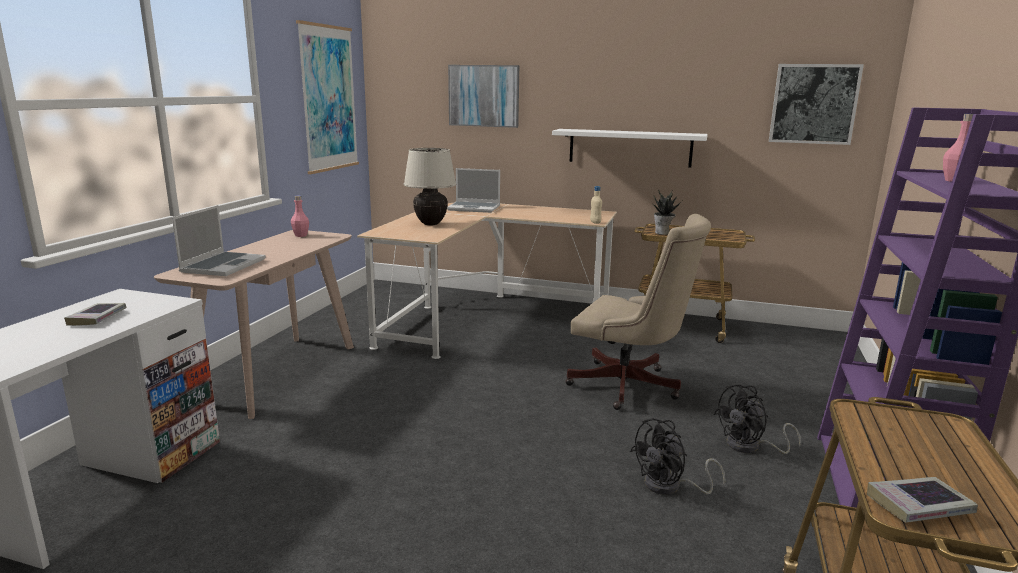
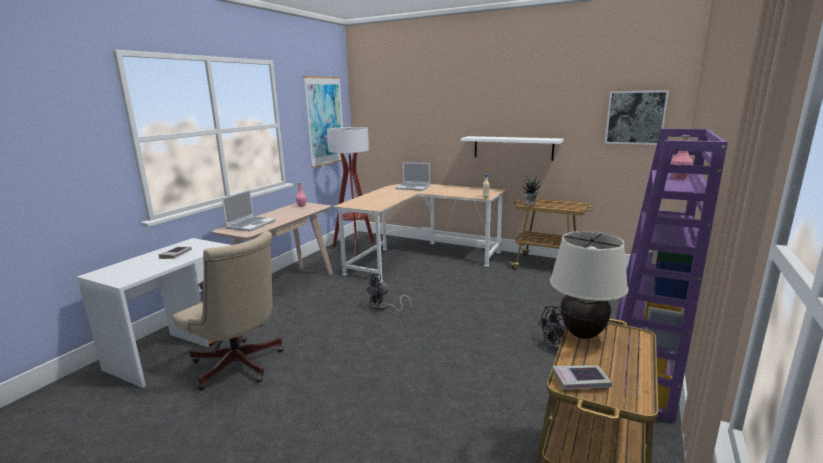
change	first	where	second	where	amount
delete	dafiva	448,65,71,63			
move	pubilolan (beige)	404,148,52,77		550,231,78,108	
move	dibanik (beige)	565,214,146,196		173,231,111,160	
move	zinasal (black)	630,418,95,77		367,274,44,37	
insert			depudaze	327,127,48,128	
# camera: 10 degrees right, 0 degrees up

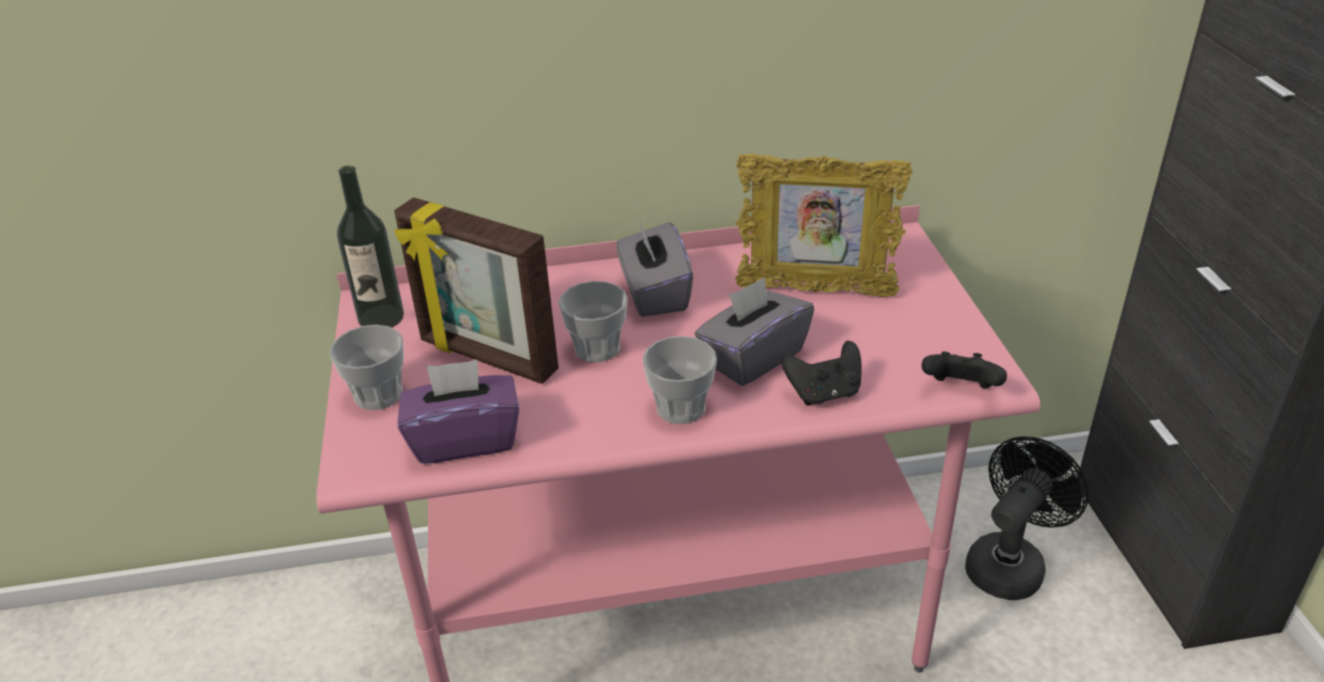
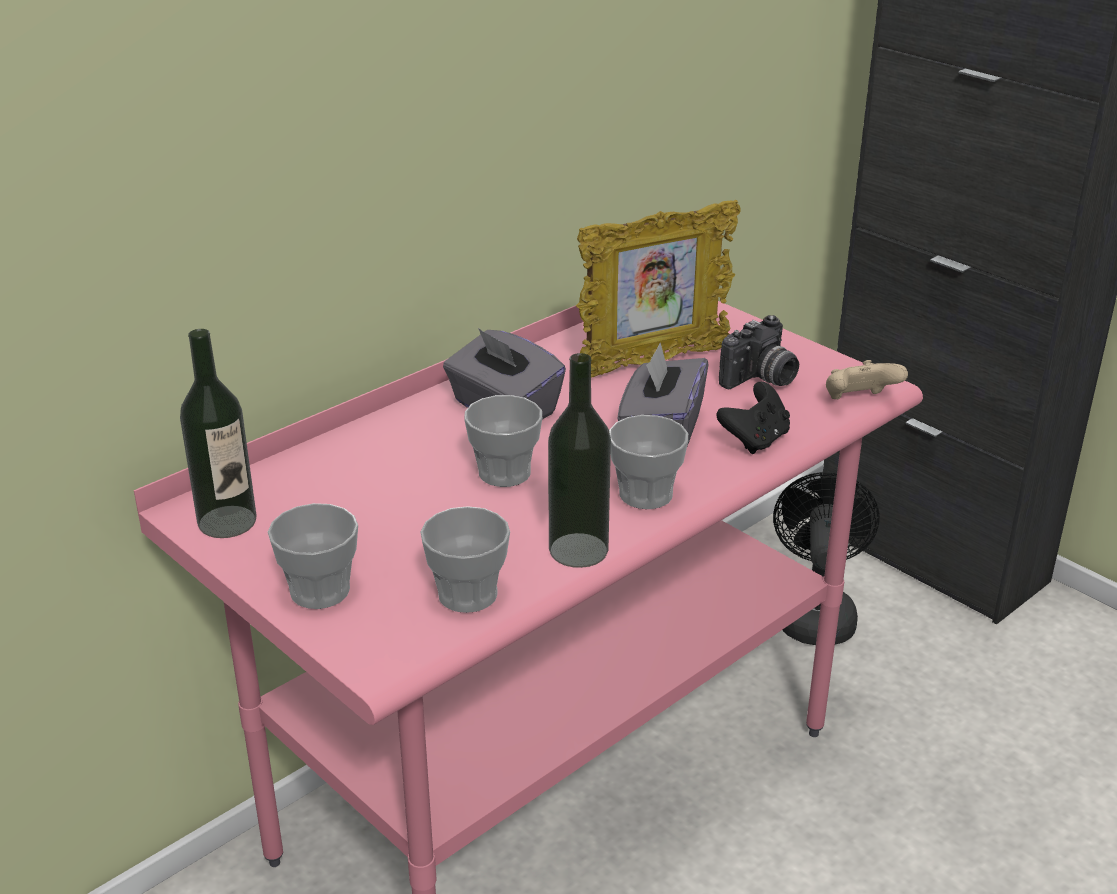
change	first	where	second	where	amount
delete	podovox	394,198,165,186			
recolor	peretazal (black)	921,352,86,37	peretazal (beige)	826,360,82,39	
replace	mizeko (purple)	397,360,122,104	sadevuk	420,506,90,107	
insert			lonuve	719,315,80,74	
insert			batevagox	548,353,63,215	
# camera: 35 degrees left, 5 degrees down

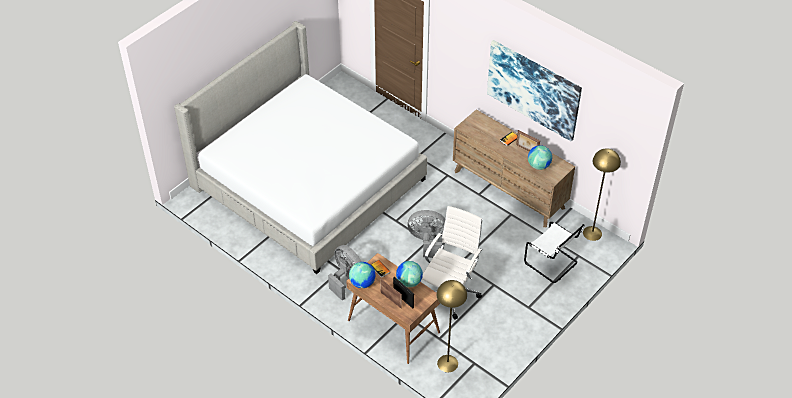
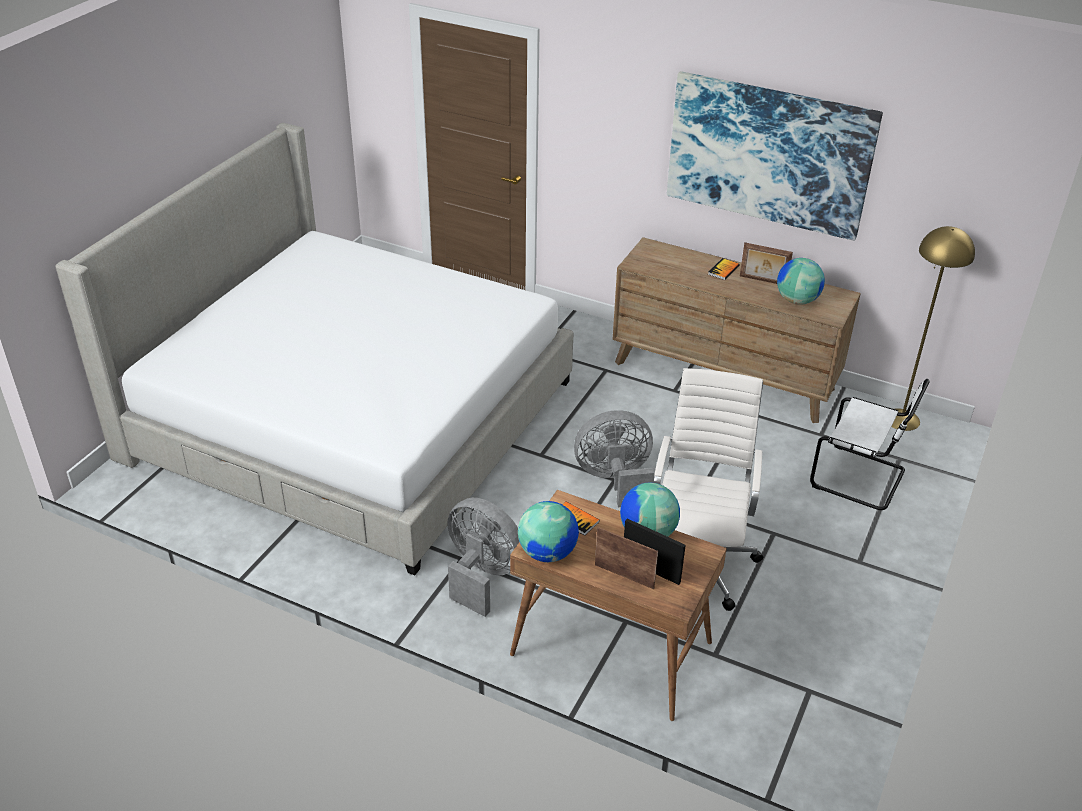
change	first	where	second	where	amount
delete	depudaze (yellow)	437,280,30,92			
# camera: 15 degrees left, 10 degrees down

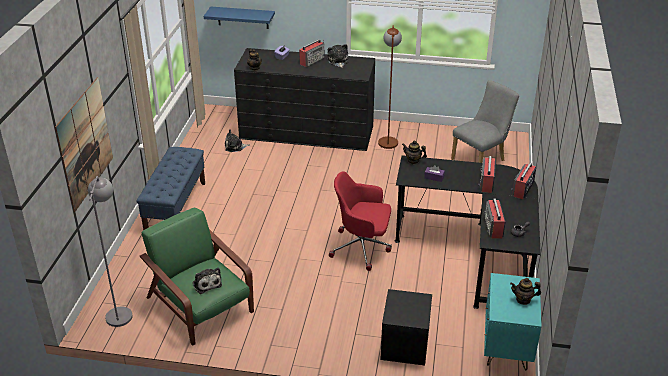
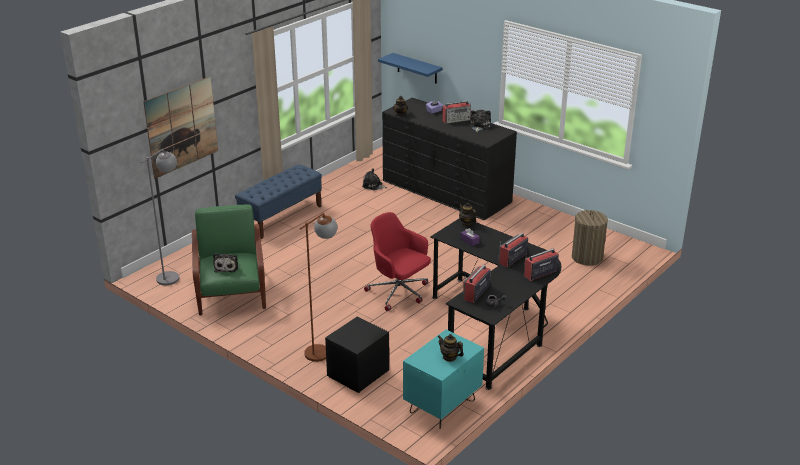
change	first	where	second	where	amount
move	depudaze (brown)	378,25,24,124		300,213,37,149	
replace	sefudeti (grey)	451,80,68,83	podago	572,210,36,56	
# camera: 30 degrees right, 5 degrees down

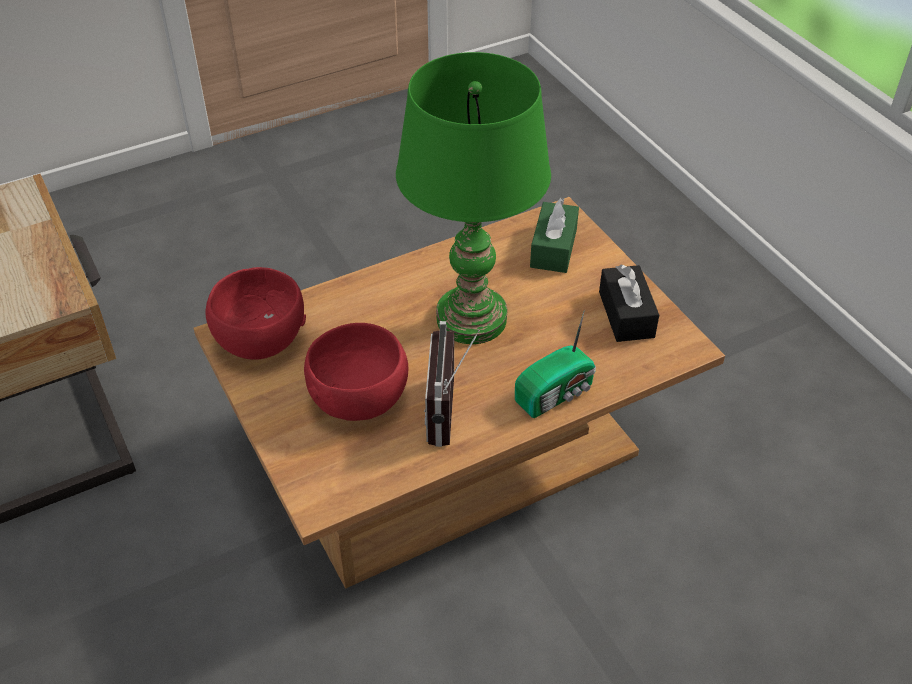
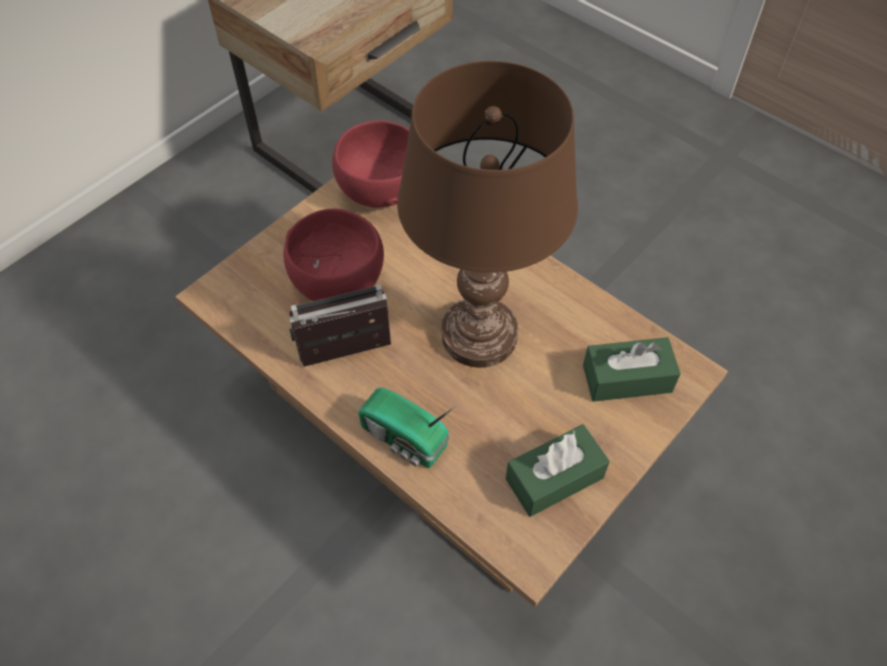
change	first	where	second	where	amount
recolor	pubilolan (green)	396,52,155,292	pubilolan (brown)	397,61,181,307	
recolor	mizeko (black)	599,265,60,77	mizeko (green)	506,424,104,93	
# camera: 70 degrees right, 10 degrees up

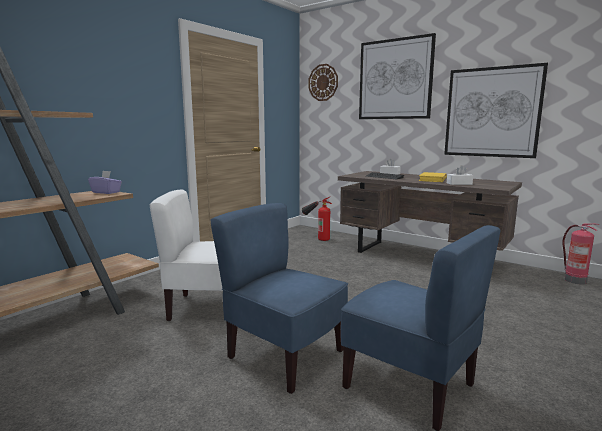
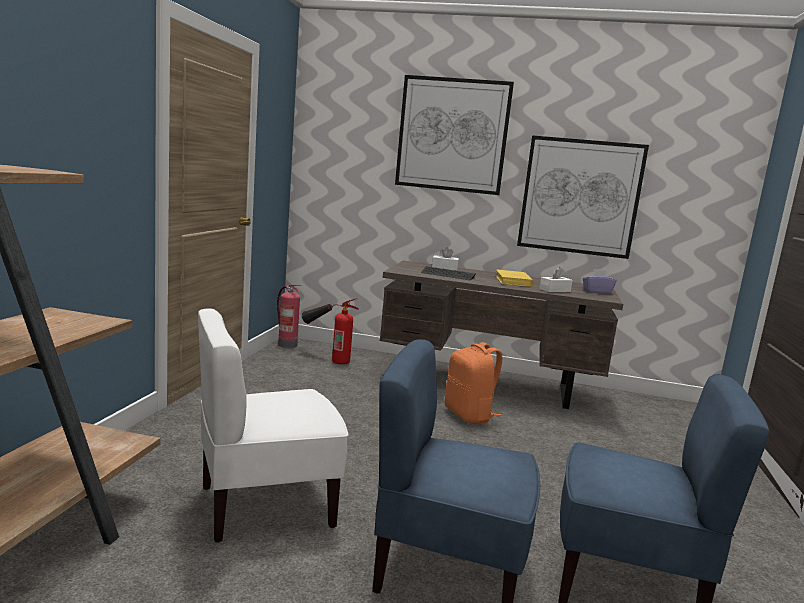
change	first	where	second	where	amount
delete	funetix	309,64,29,37			
move	mizeko (purple)	88,171,34,23		582,269,35,25	
move	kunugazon	562,224,38,61		277,285,24,63	
insert			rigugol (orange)	445,342,58,82	
# camera: 25 degrees left, 0 degrees up

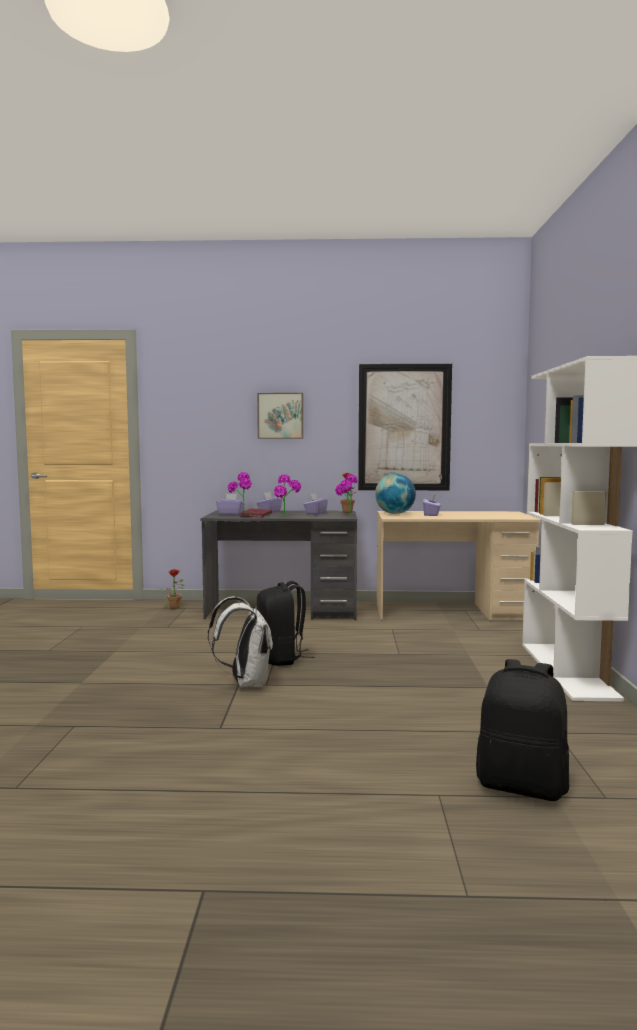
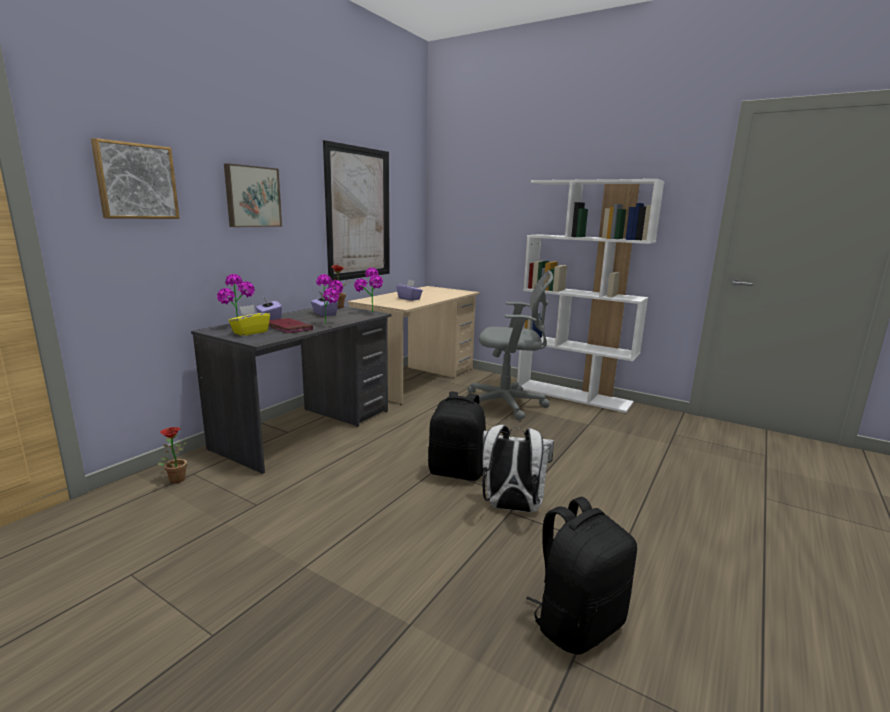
change	first	where	second	where	amount
delete	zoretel	375,473,41,41			
recolor	mizeko (purple)	216,494,29,21	mizeko (yellow)	228,305,42,31	
move	rigugol (black)	476,659,93,142		526,497,111,158	
insert			dafiva	91,138,89,81	
insert			dibanik (grey)	468,270,85,150	
# camera: 60 degrees left, 10 degrees up

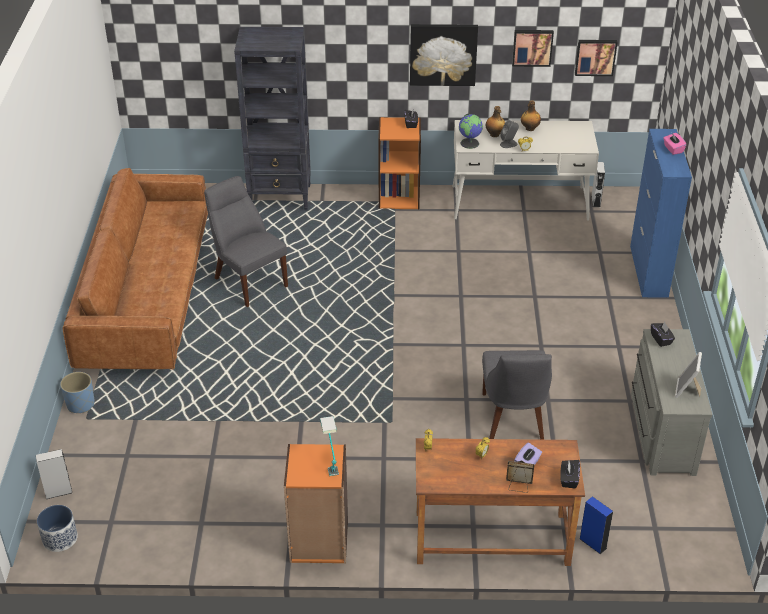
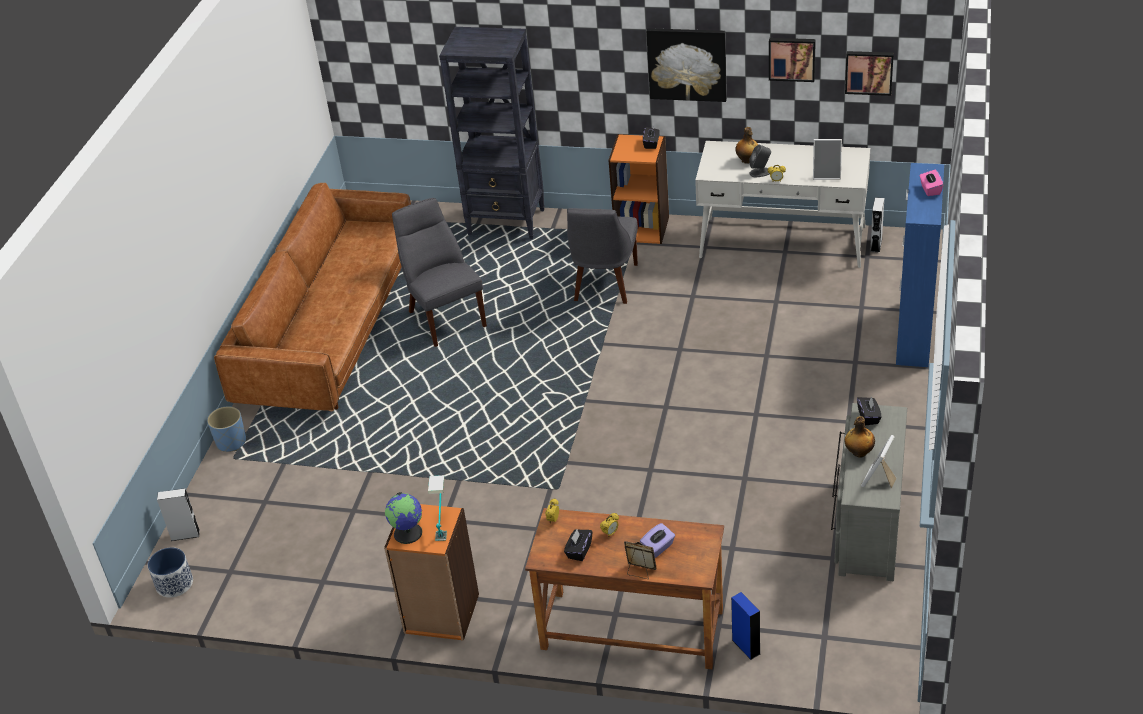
change	first	where	second	where	amount
move	batevagox	521,100,20,31		845,416,30,41	
move	zoretel	459,114,24,35		385,492,37,52	
move	sefudeti (grey)	482,350,70,90		567,208,71,96	
move	mizeko (black)	560,460,20,28		564,529,28,32	
insert			podovox	813,139,29,41	
# camera: 15 degrees right, 0 degrees up

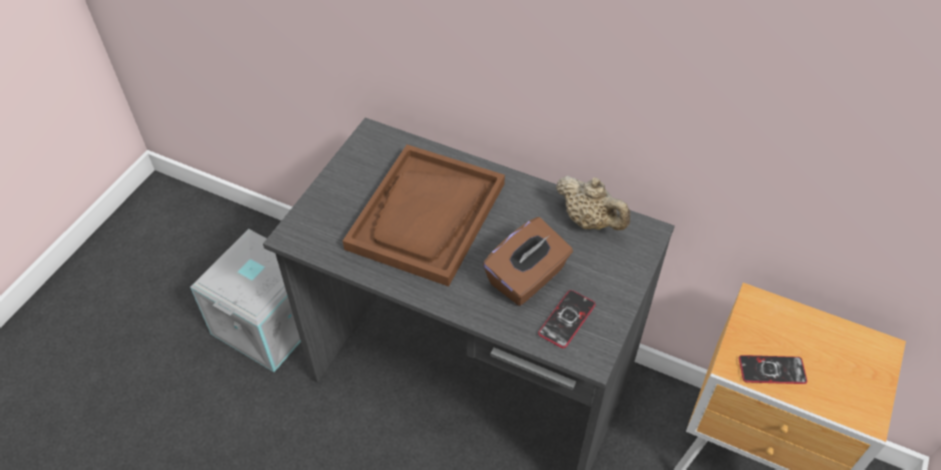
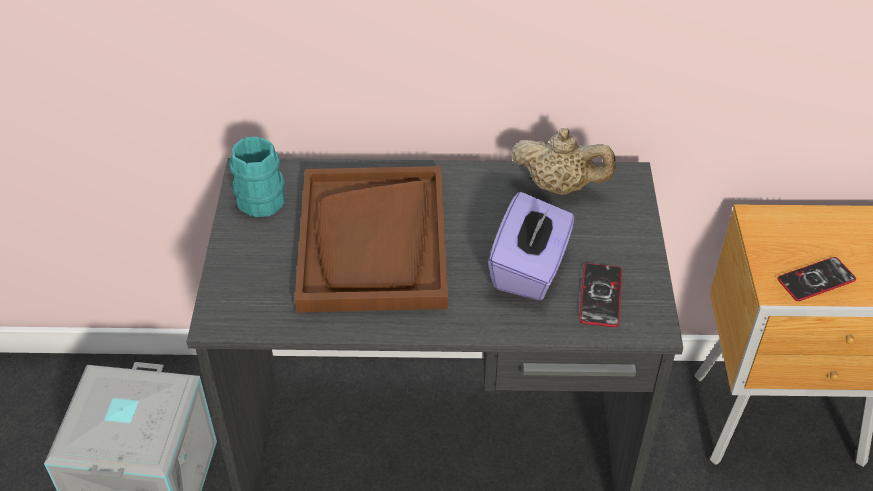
change	first	where	second	where	amount
recolor	mizeko (brown)	483,217,90,89	mizeko (purple)	488,192,86,108	
insert			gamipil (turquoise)	229,137,56,80	
# camera: 25 degrees left, 5 degrees down

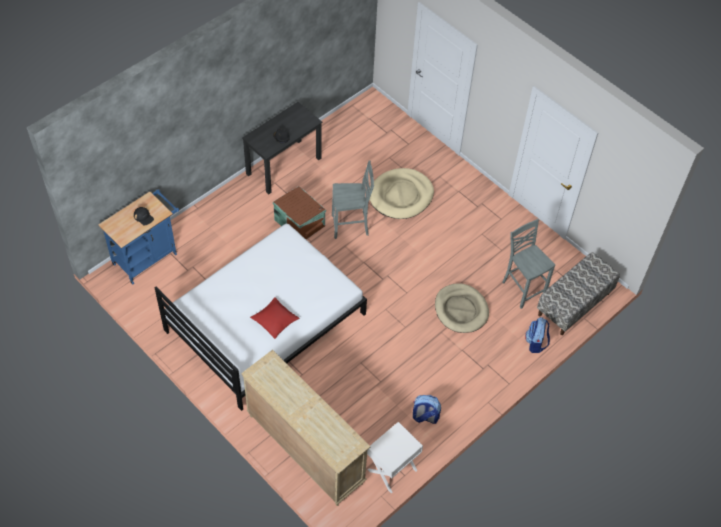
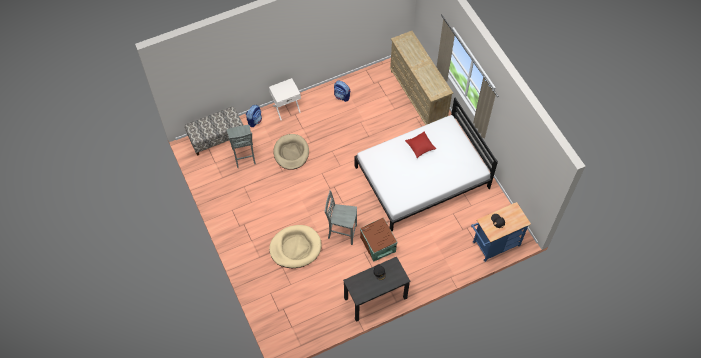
change	first	where	second	where	amount
move	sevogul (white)	367,422,56,71		269,78,32,42	
# camera: 160 degrees left, 5 degrees up

